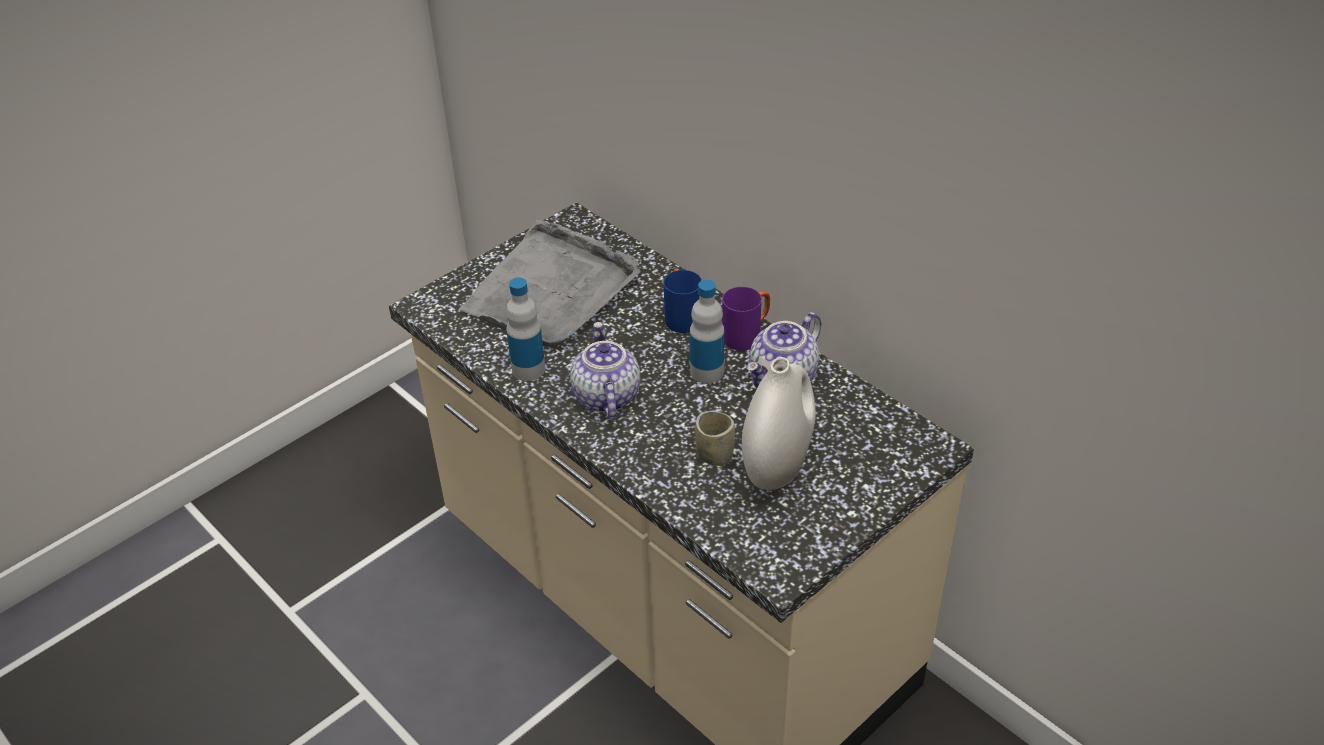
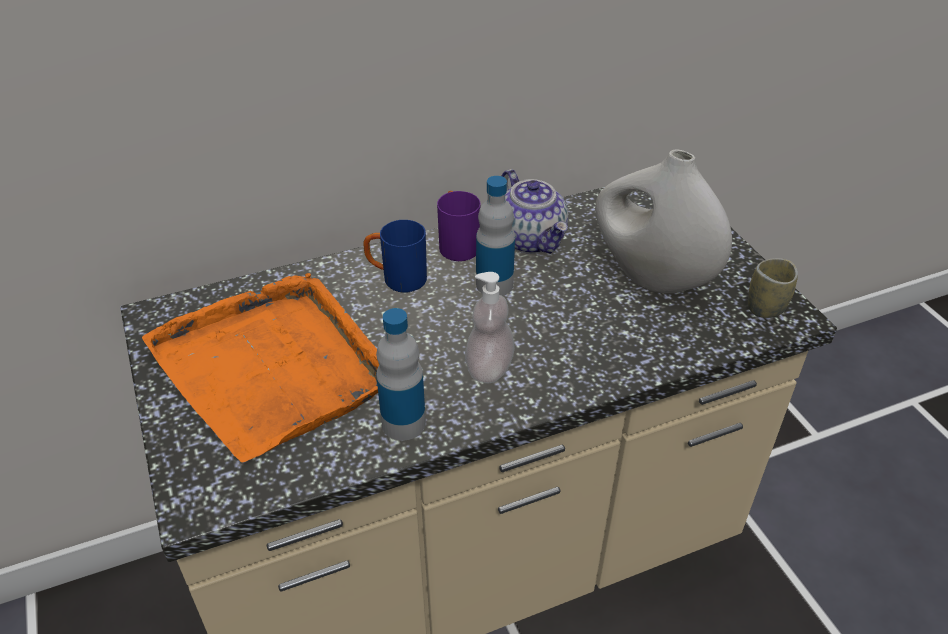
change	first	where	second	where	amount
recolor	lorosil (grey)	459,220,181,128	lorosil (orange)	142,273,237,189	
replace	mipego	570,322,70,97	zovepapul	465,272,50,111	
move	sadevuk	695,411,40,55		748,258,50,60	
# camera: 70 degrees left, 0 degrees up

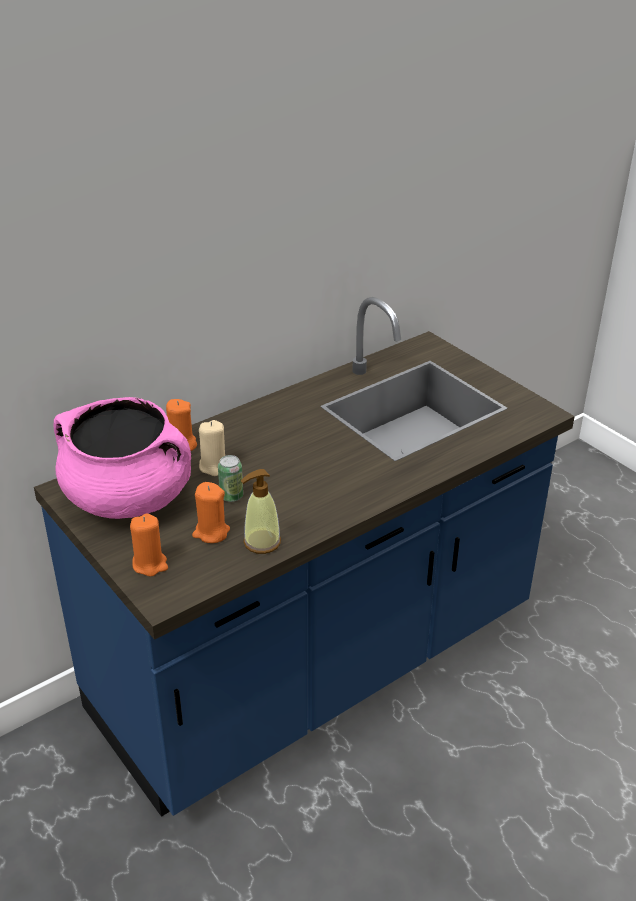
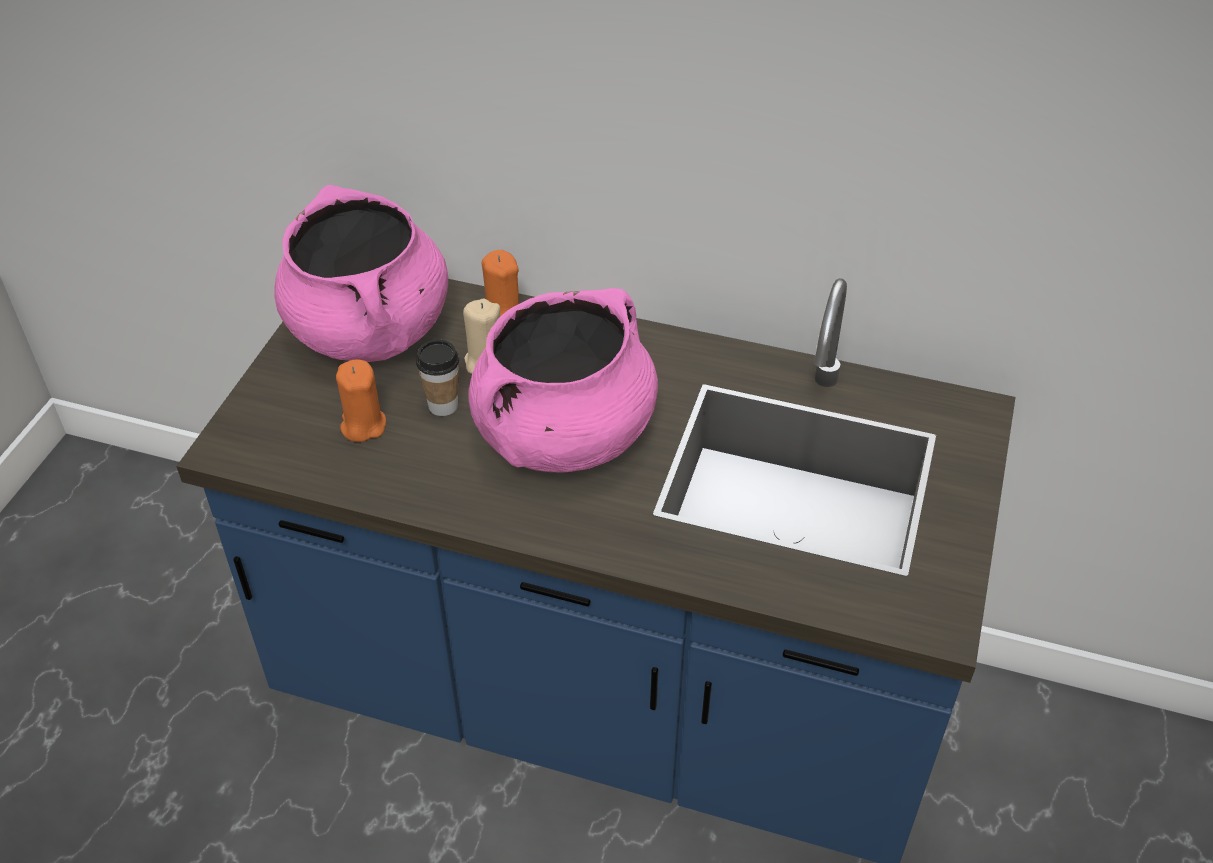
change	first	where	second	where	amount
replace	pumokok	218,455,25,47	sadevuk	416,339,43,77	
delete	zovepapul	241,469,40,85			
delete	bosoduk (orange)	130,513,38,63			
insert			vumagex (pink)	468,288,190,185	
# camera: 55 degrees right, 10 degrees up

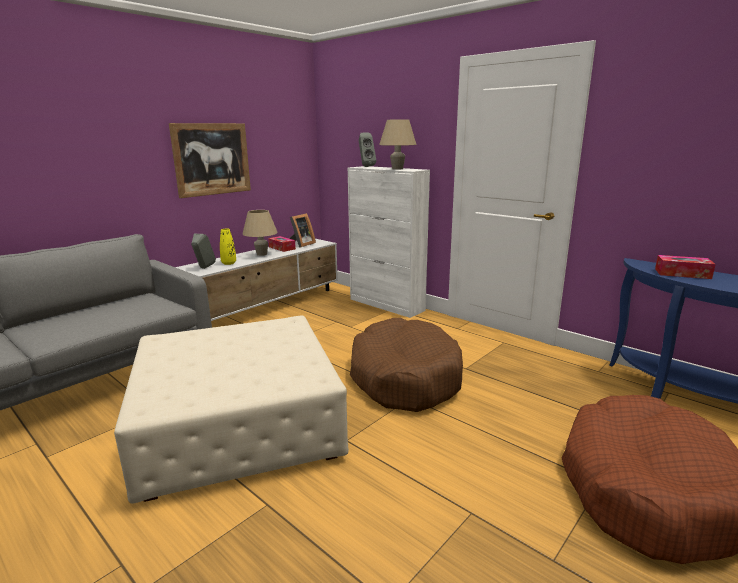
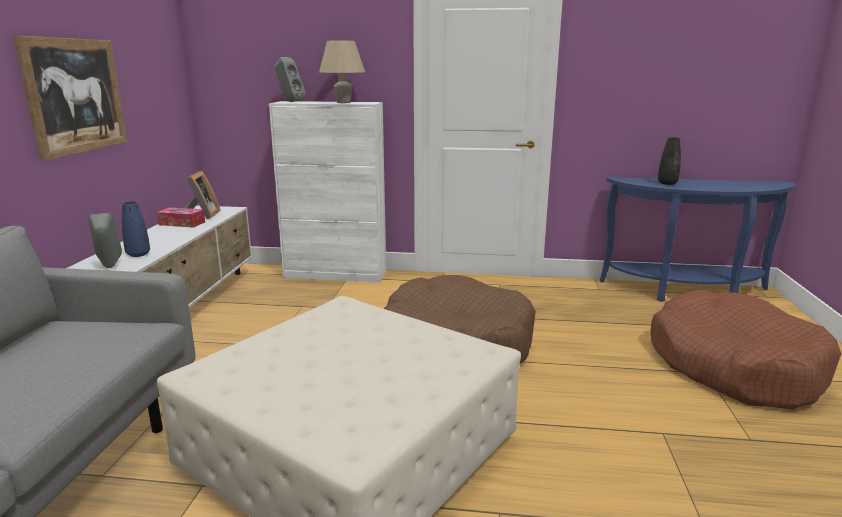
change	first	where	second	where	amount
delete	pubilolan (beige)	242,210,36,46			
recolor	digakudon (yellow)	220,229,16,36	digakudon (blue)	122,201,28,56	
replace	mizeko	655,255,61,24	digakudon (black)	658,137,23,48	
# camera: 35 degrees left, 0 degrees up

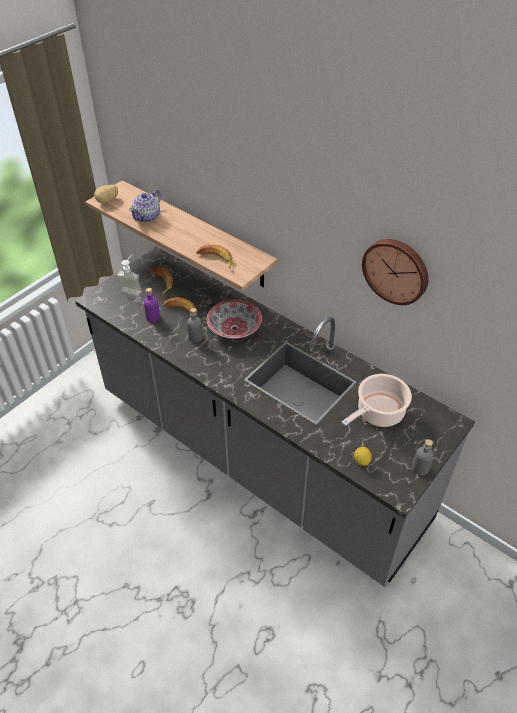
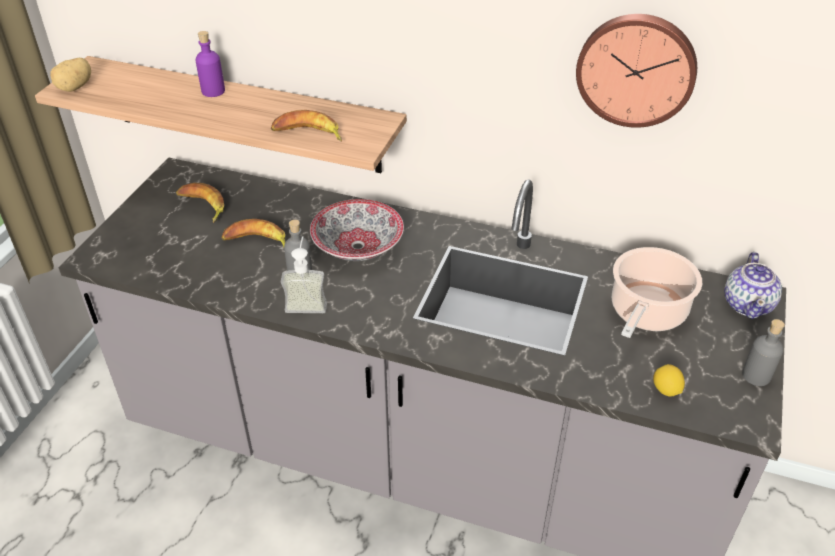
change	first	where	second	where	amount
move	mipego	129,189,32,33		724,252,58,67	
move	zovepapul	117,255,25,41		281,236,46,77	
move	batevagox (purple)	144,288,16,34		196,31,29,66	
# camera: 20 degrees left, 5 degrees down

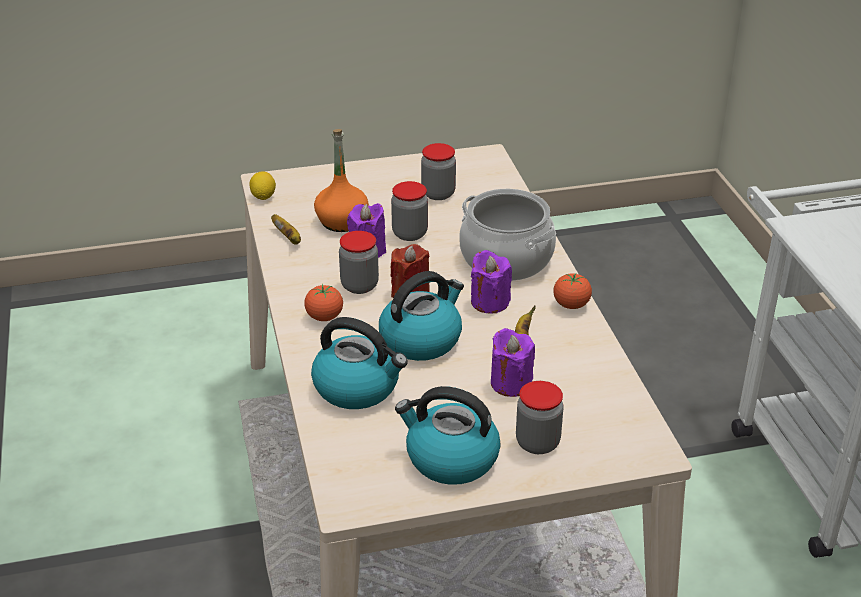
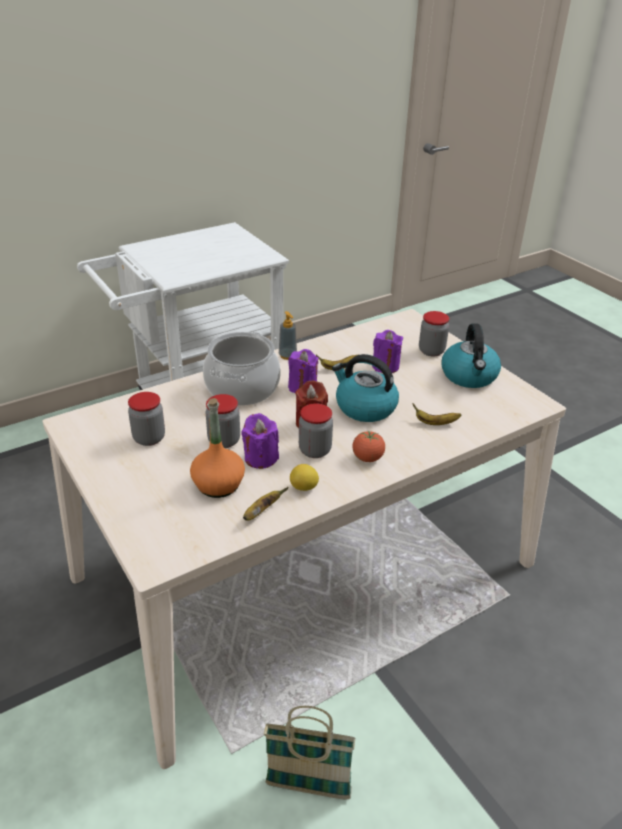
change	first	where	second	where	amount
move	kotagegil	250,171,26,29		290,464,29,27	
replace	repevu	553,273,39,36	zovepapul	279,311,18,49	
replace	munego	311,317,97,92	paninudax	412,403,50,22	
insert			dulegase	264,706,91,93	
# camera: 110 degrees left, 0 degrees up

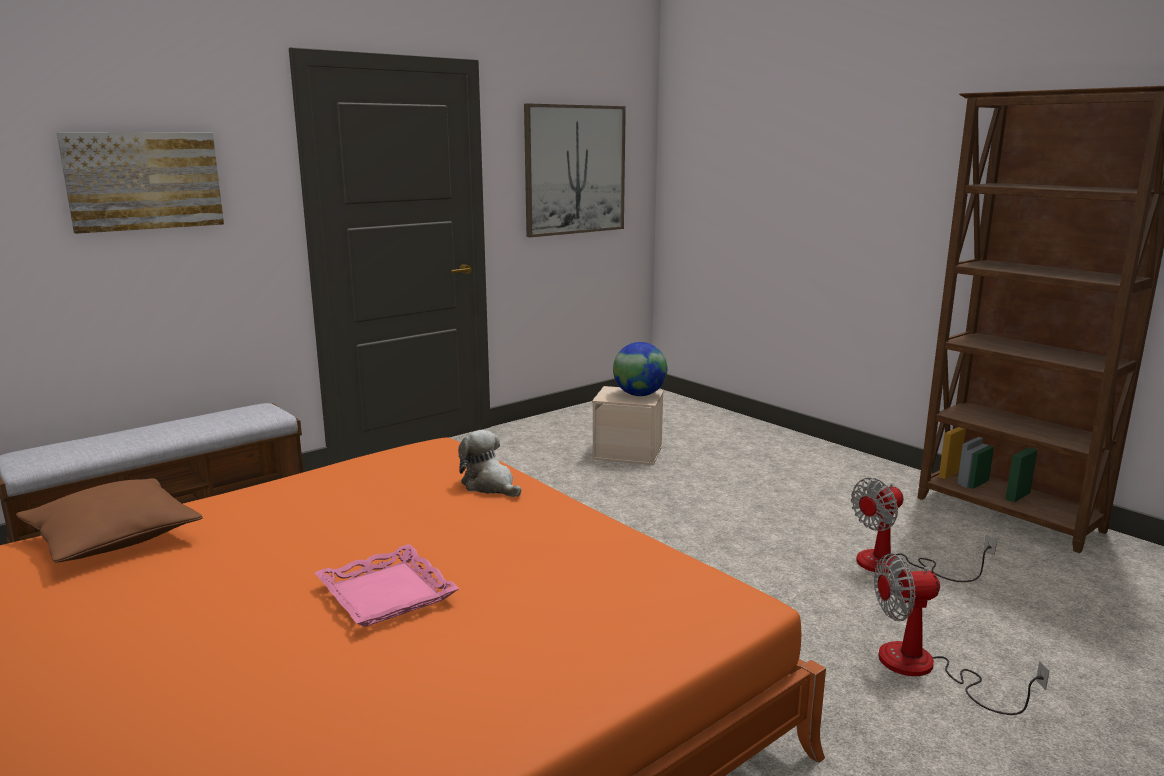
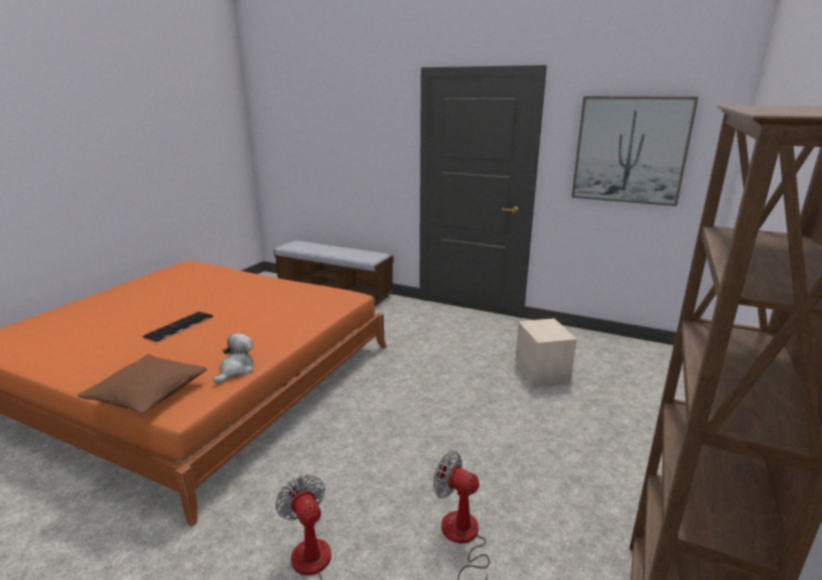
change	first	where	second	where	amount
delete	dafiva	57,133,167,101			
delete	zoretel	613,342,54,54			
move	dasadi	458,430,63,67		213,333,41,51	
move	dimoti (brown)	16,478,187,84		77,354,130,60	
replace	lorosil (pink)	315,544,145,83	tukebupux	143,312,70,30	
# camera: 65 degrees right, 5 degrees up

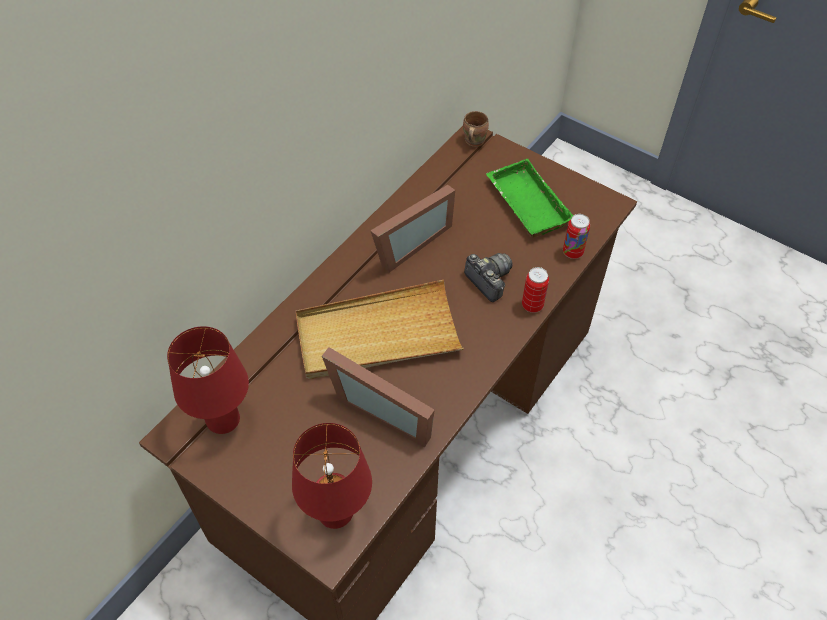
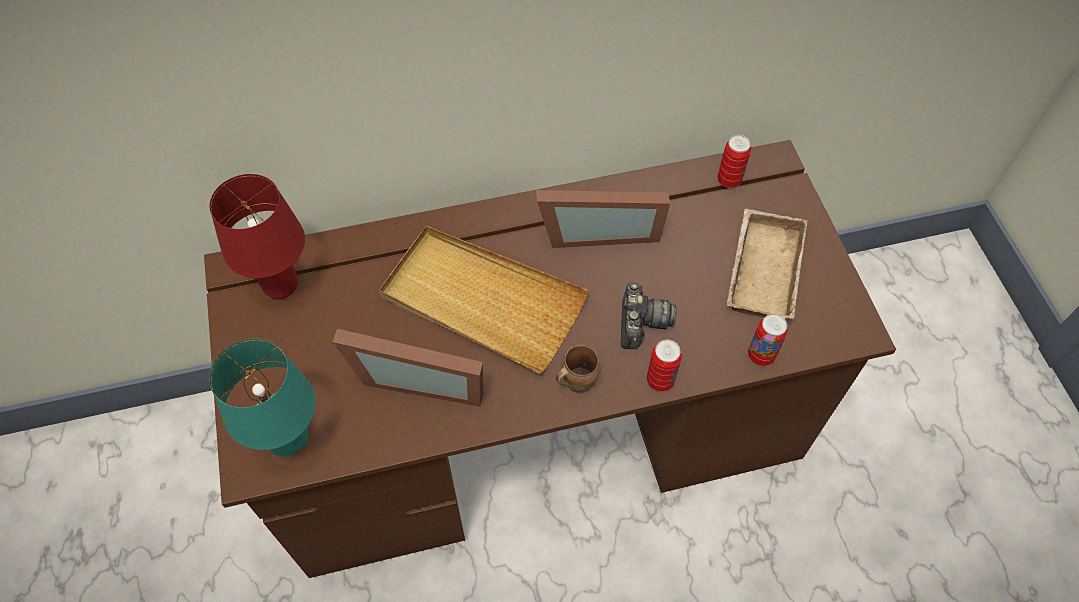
change	first	where	second	where	amount
move	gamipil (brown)	463,111,26,36		556,345,44,48	
recolor	lorosil (green)	486,158,88,79	lorosil (beige)	727,208,81,112	
rotate	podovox	322,347,113,101		333,329,150,77	60 degrees counterclockwise
recolor	pubilolan (red)	292,423,80,106	pubilolan (turquoise)	209,339,106,117	
insert			pumokok	718,135,33,53	
# camera: 40 degrees right, 5 degrees up

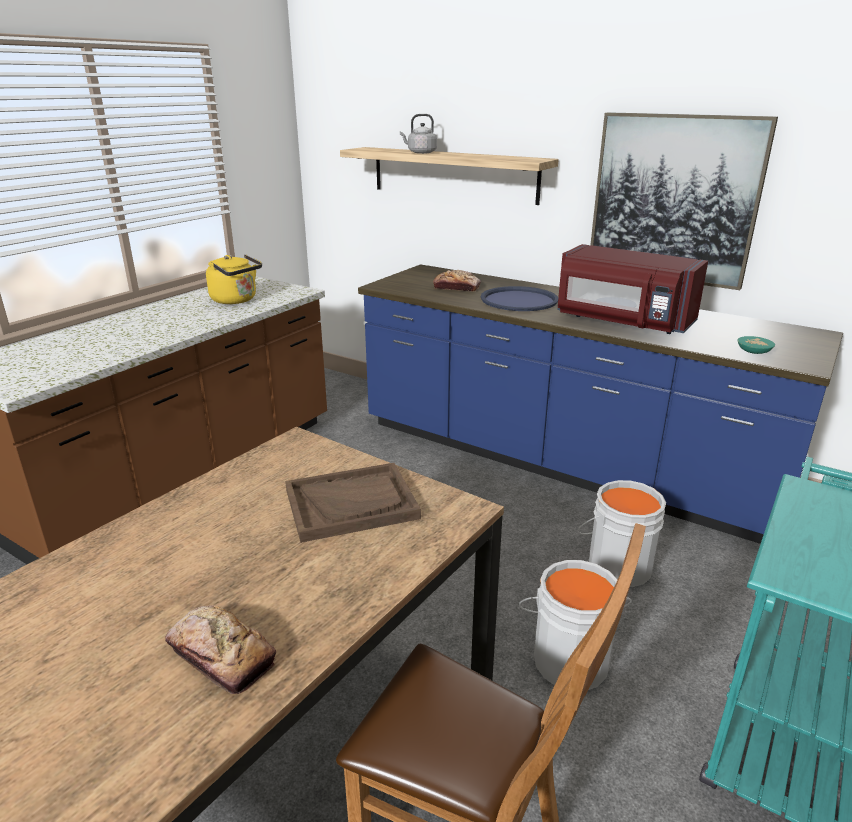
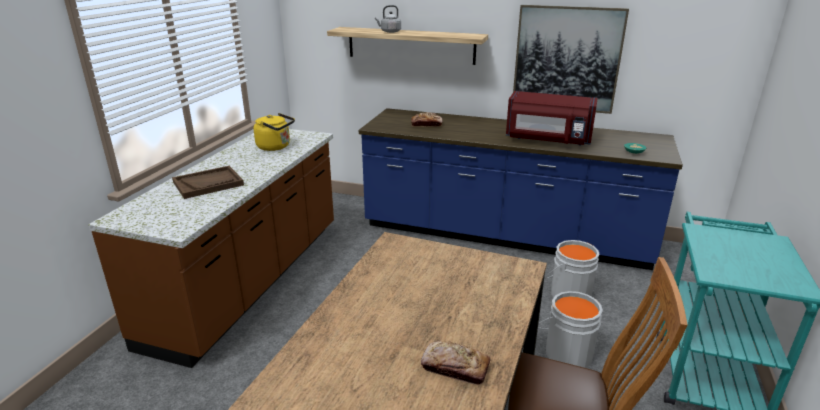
change	first	where	second	where	amount
delete	lorosil (blue)	481,286,77,25			
move	lorosil (brown)	285,463,136,80		172,166,72,33	
# camera: 15 degrees left, 0 degrees up

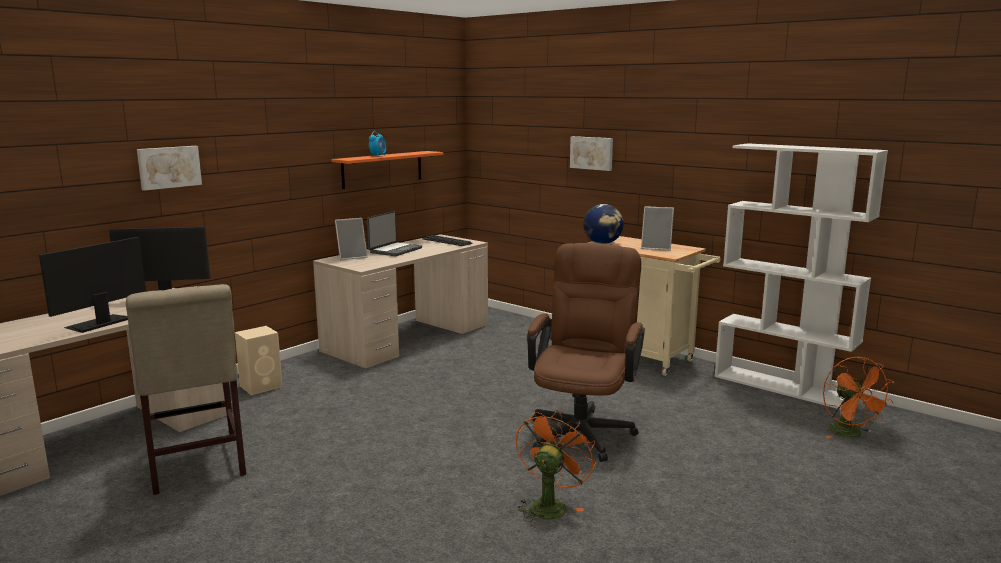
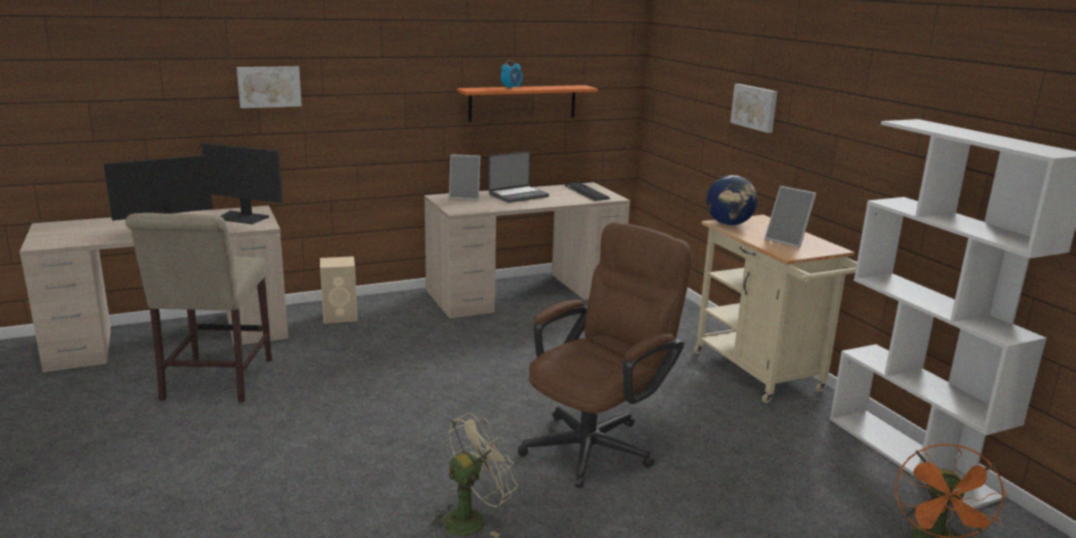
change	first	where	second	where	amount
recolor	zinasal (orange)	516,410,80,112	zinasal (beige)	429,413,89,124	
# camera: 25 degrees right, 5 degrees up

